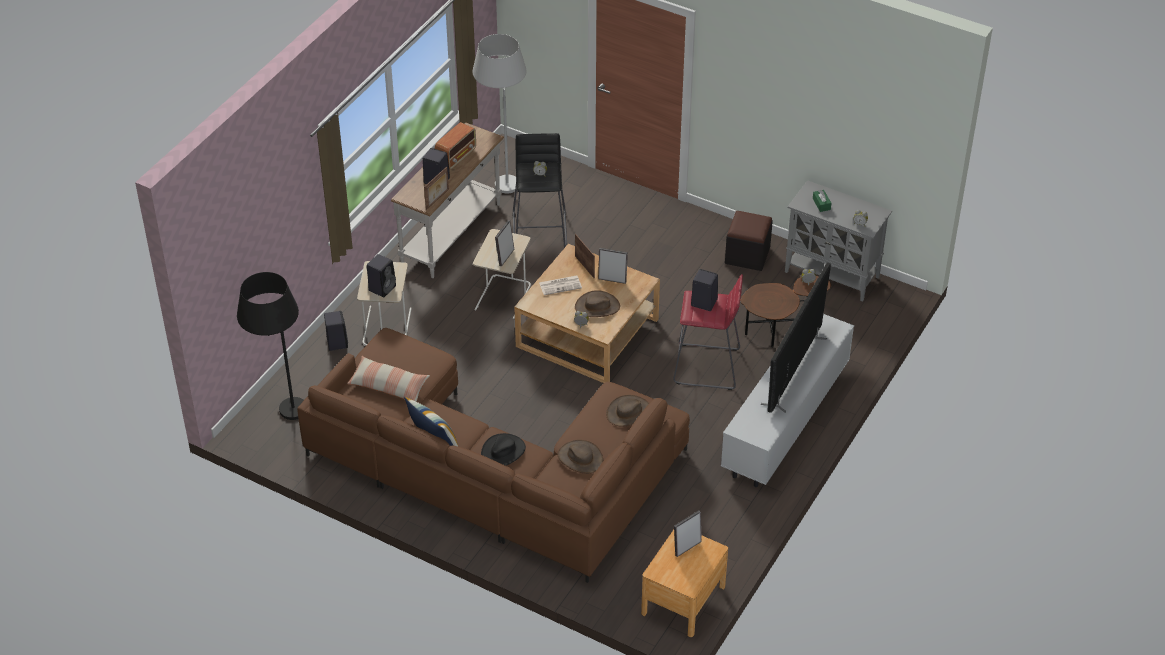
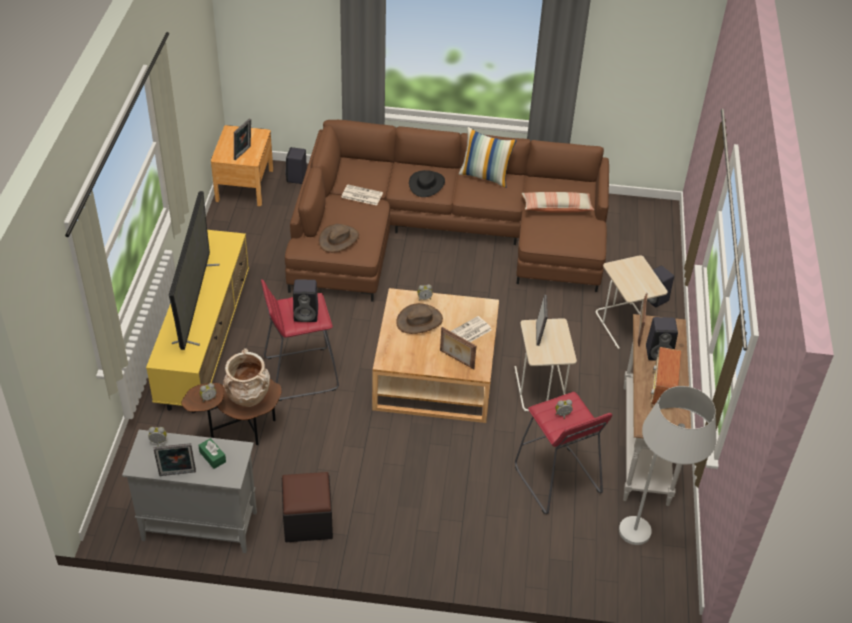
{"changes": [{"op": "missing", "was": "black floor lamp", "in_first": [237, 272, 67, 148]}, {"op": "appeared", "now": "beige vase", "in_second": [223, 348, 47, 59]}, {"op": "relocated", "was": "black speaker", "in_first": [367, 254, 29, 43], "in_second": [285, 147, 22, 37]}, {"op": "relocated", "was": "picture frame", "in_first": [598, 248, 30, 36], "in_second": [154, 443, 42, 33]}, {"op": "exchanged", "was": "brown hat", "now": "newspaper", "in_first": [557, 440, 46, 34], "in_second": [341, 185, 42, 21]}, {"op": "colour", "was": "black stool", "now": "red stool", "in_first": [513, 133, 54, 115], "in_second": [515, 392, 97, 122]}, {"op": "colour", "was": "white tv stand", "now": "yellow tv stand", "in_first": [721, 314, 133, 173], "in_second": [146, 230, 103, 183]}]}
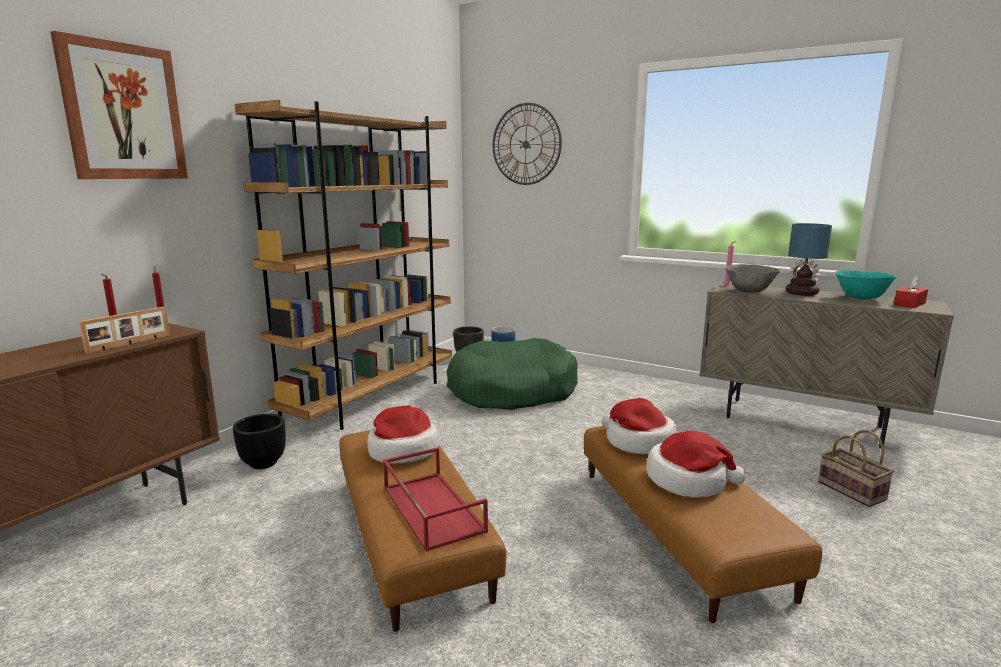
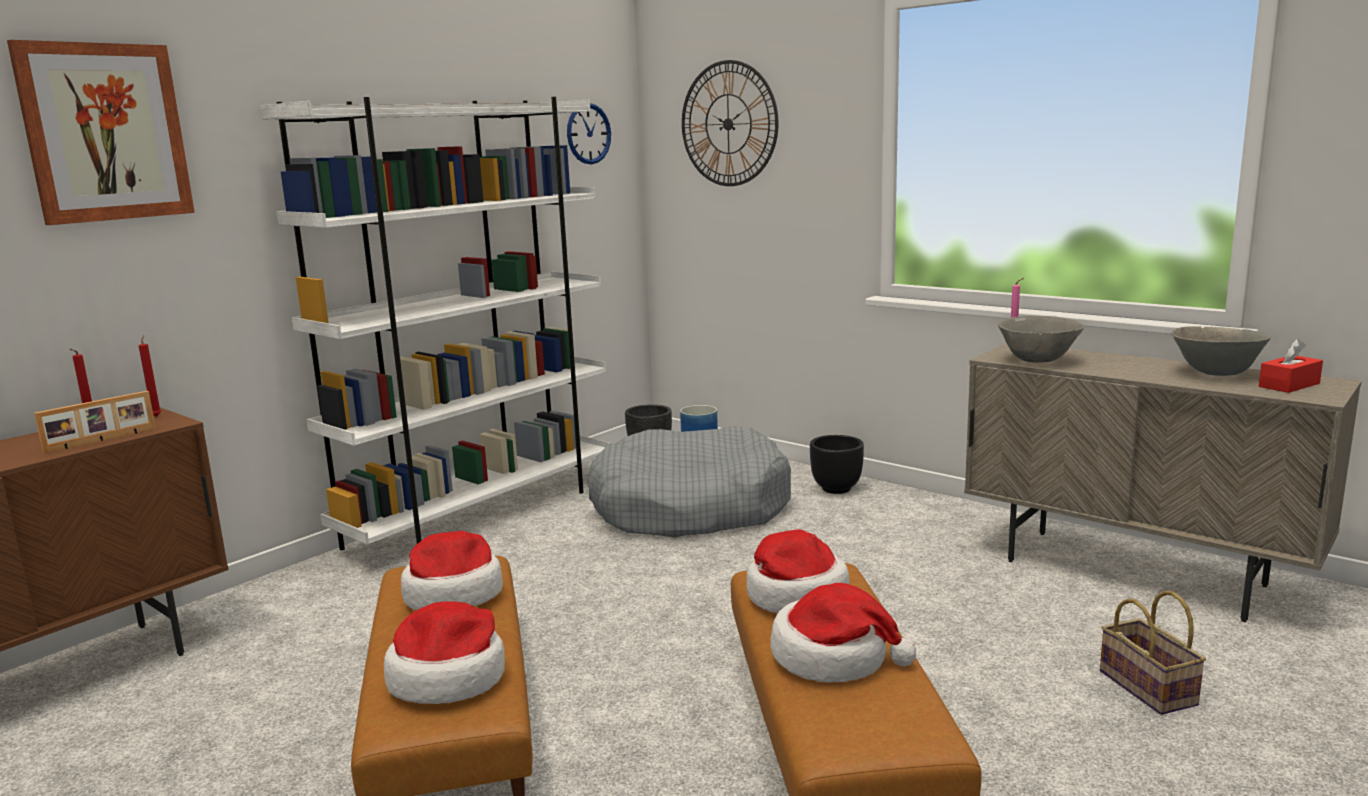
{"changes": [{"op": "missing", "was": "table lamp", "in_first": [785, 223, 47, 73]}, {"op": "appeared", "now": "wall clock", "in_second": [567, 103, 44, 61]}, {"op": "relocated", "was": "black planter", "in_first": [233, 414, 53, 55], "in_second": [810, 435, 54, 59]}, {"op": "exchanged", "was": "red tray", "now": "hat", "in_first": [383, 447, 105, 105], "in_second": [383, 601, 122, 103]}, {"op": "colour", "was": "brown bookcase", "now": "white bookcase", "in_first": [235, 100, 217, 330], "in_second": [261, 97, 350, 453]}, {"op": "colour", "was": "green dog bed", "now": "grey dog bed", "in_first": [447, 338, 131, 72], "in_second": [587, 426, 204, 112]}, {"op": "colour", "was": "turquoise bowl", "now": "grey bowl", "in_first": [835, 270, 62, 29], "in_second": [1172, 326, 99, 50]}]}
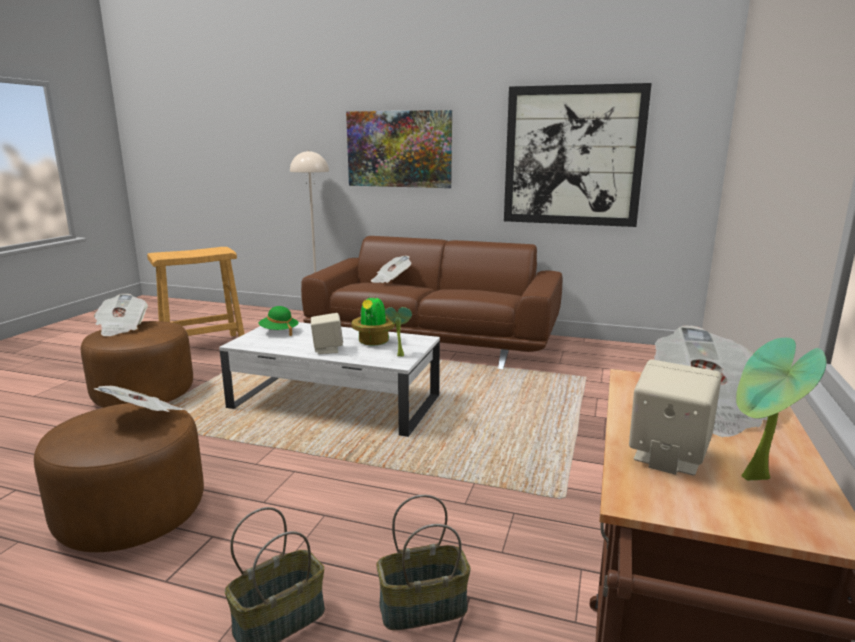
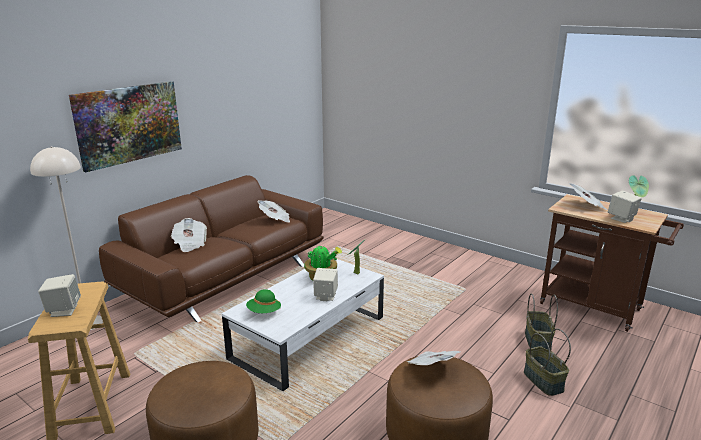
{"changes": [{"op": "missing", "was": "picture", "in_first": [504, 83, 148, 144]}, {"op": "appeared", "now": "beige speaker", "in_second": [38, 274, 43, 43]}, {"op": "relocated", "was": "newspaper", "in_first": [94, 294, 54, 42], "in_second": [257, 200, 33, 23]}]}
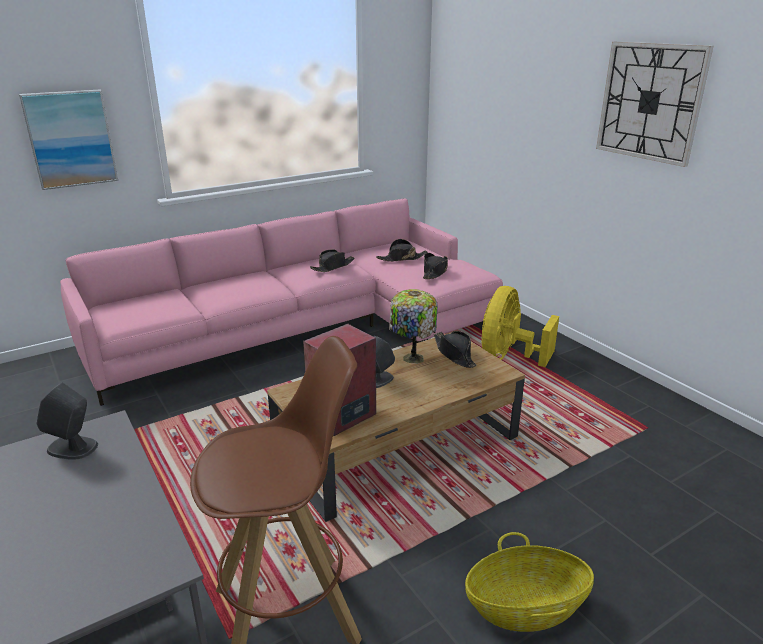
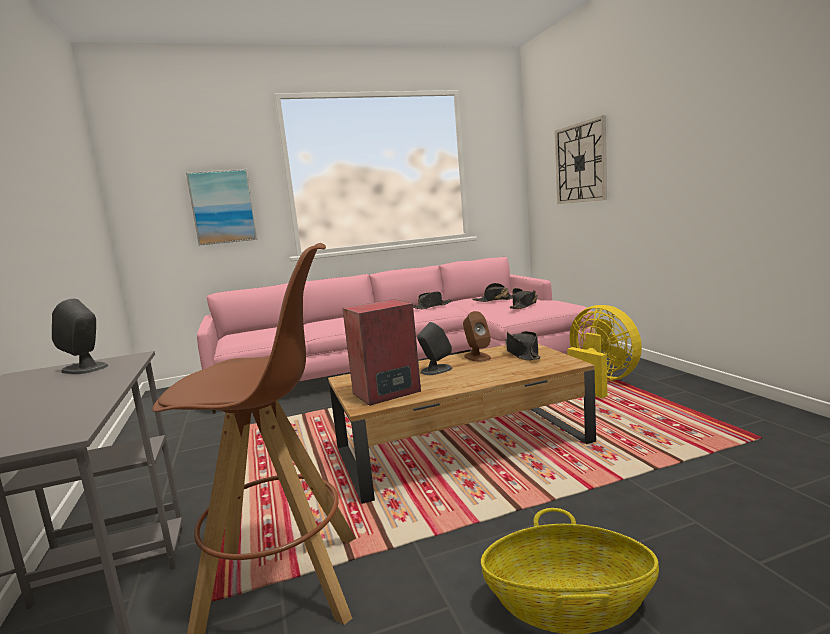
{"changes": [{"op": "relocated", "was": "wall clock", "in_first": [596, 42, 117, 125], "in_second": [555, 115, 52, 89]}, {"op": "exchanged", "was": "table lamp", "now": "brown speaker", "in_first": [389, 289, 49, 74], "in_second": [463, 311, 28, 51]}, {"op": "spun", "was": "yellow fan", "in_first": [481, 286, 78, 81], "in_second": [567, 305, 75, 93], "clockwise": 105}]}
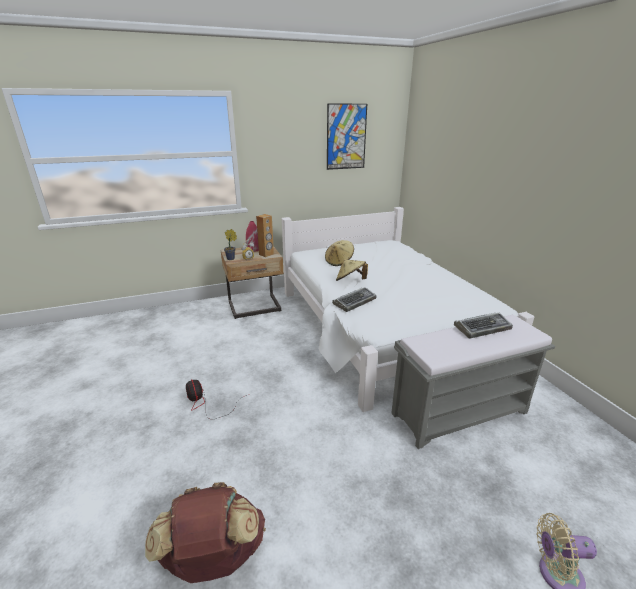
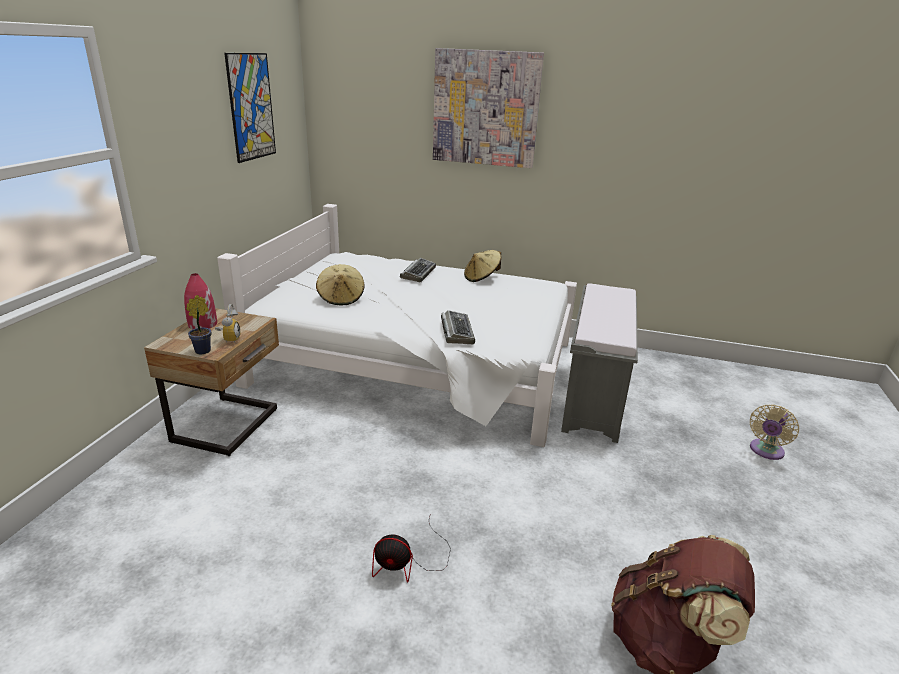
{"changes": [{"op": "missing", "was": "brown speaker", "in_first": [256, 214, 18, 43]}, {"op": "appeared", "now": "picture", "in_second": [433, 48, 111, 120]}, {"op": "relocated", "was": "beige hat", "in_first": [336, 259, 32, 22], "in_second": [464, 250, 38, 32]}, {"op": "relocated", "was": "keyboard", "in_first": [454, 313, 59, 26], "in_second": [400, 258, 36, 25]}]}
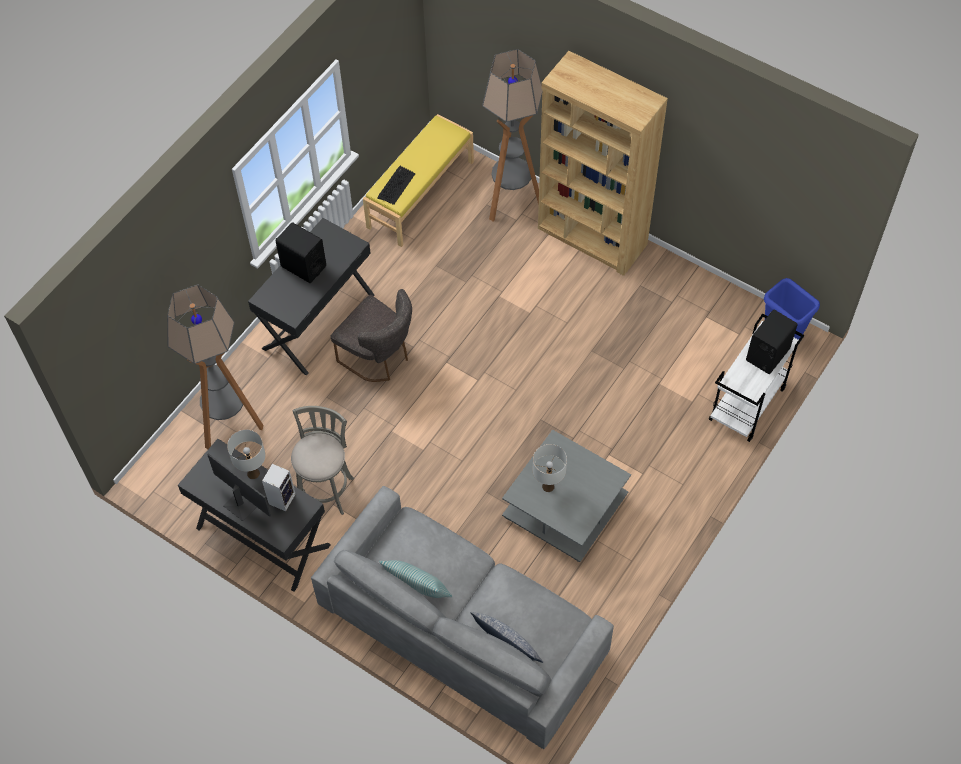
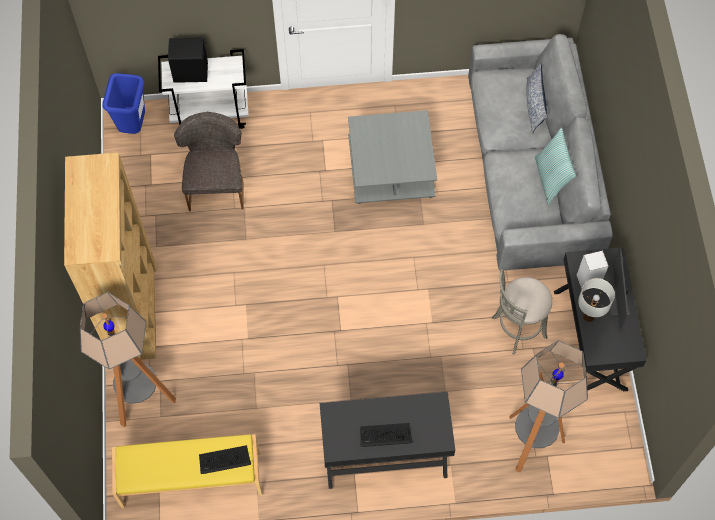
{"changes": [{"op": "missing", "was": "white table lamp", "in_first": [533, 444, 34, 48]}, {"op": "relocated", "was": "grey chair", "in_first": [330, 289, 82, 93], "in_second": [174, 112, 69, 99]}, {"op": "exchanged", "was": "black speaker", "now": "keyboard", "in_first": [276, 222, 50, 61], "in_second": [360, 423, 53, 24]}]}
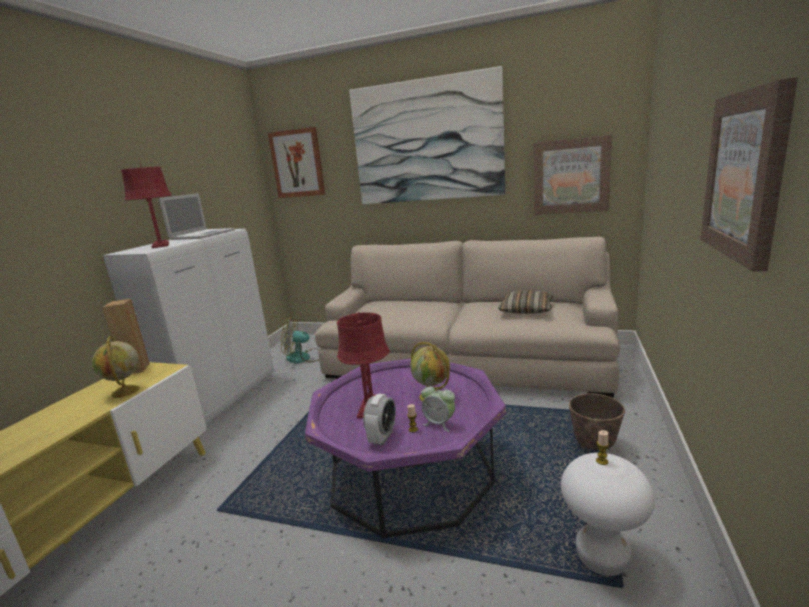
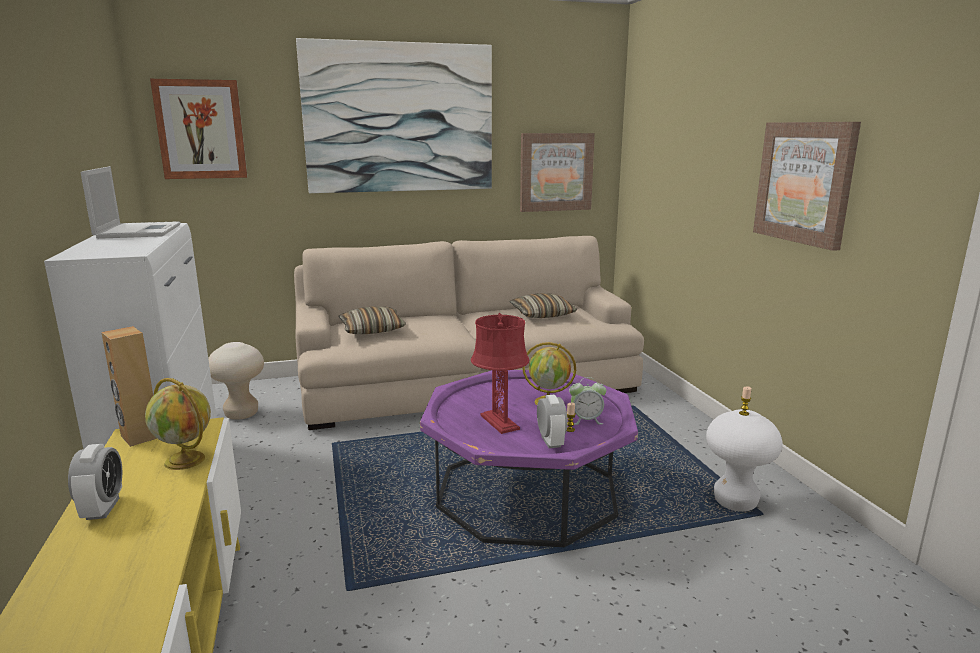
{"changes": [{"op": "missing", "was": "red table lamp", "in_first": [121, 162, 51, 86]}, {"op": "missing", "was": "planter", "in_first": [569, 393, 56, 57]}, {"op": "appeared", "now": "alarm clock", "in_second": [68, 444, 54, 76]}, {"op": "appeared", "now": "pillow", "in_second": [338, 306, 68, 28]}, {"op": "exchanged", "was": "fan", "now": "beige stool", "in_first": [281, 317, 39, 47], "in_second": [208, 342, 56, 78]}]}
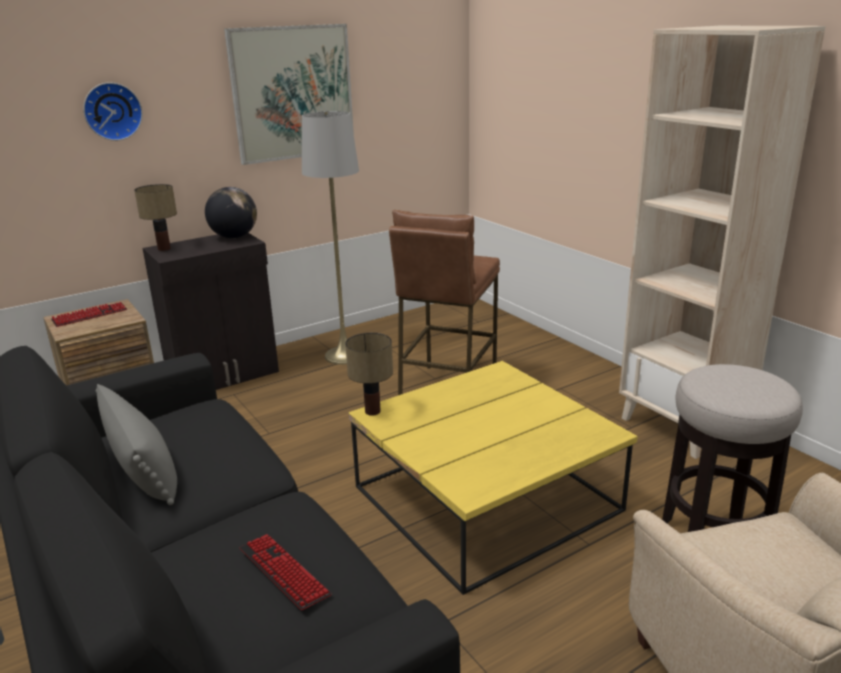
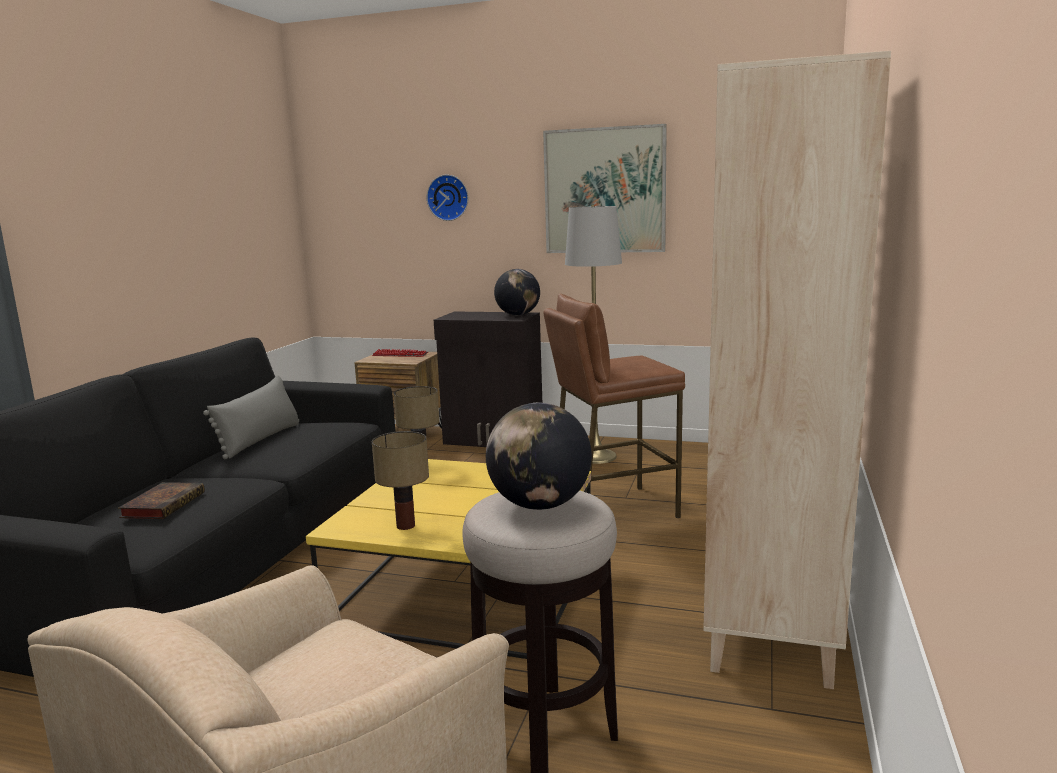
{"changes": [{"op": "appeared", "now": "globe", "in_second": [486, 403, 106, 107]}, {"op": "relocated", "was": "table lamp", "in_first": [134, 184, 43, 67], "in_second": [372, 431, 57, 99]}, {"op": "exchanged", "was": "keyboard", "now": "book", "in_first": [240, 534, 92, 76], "in_second": [118, 482, 87, 37]}]}
